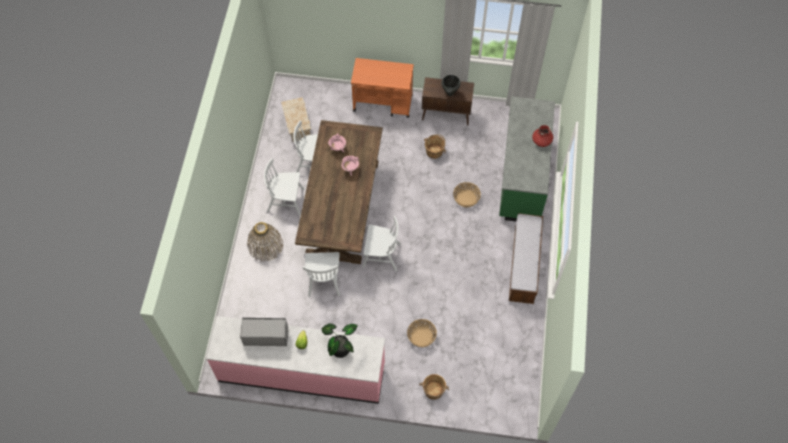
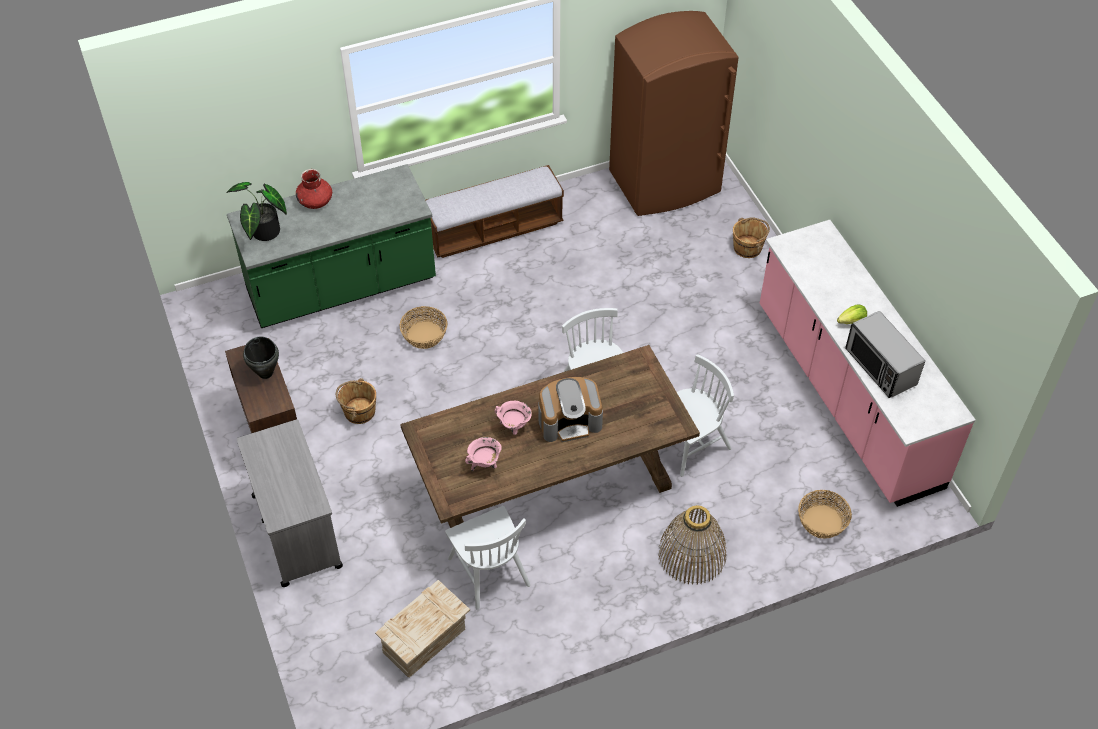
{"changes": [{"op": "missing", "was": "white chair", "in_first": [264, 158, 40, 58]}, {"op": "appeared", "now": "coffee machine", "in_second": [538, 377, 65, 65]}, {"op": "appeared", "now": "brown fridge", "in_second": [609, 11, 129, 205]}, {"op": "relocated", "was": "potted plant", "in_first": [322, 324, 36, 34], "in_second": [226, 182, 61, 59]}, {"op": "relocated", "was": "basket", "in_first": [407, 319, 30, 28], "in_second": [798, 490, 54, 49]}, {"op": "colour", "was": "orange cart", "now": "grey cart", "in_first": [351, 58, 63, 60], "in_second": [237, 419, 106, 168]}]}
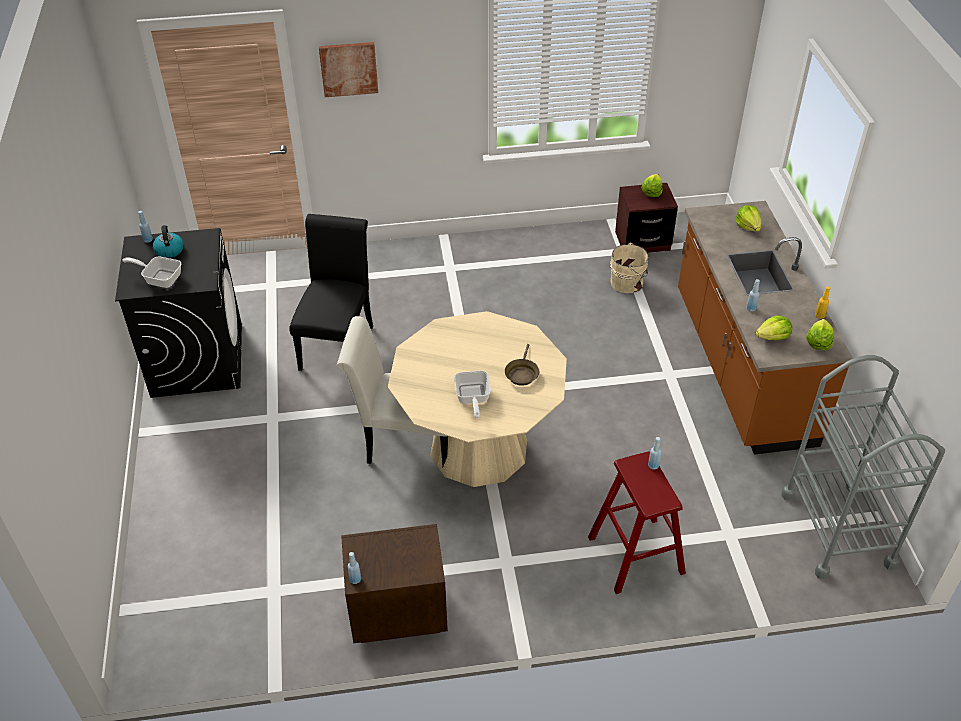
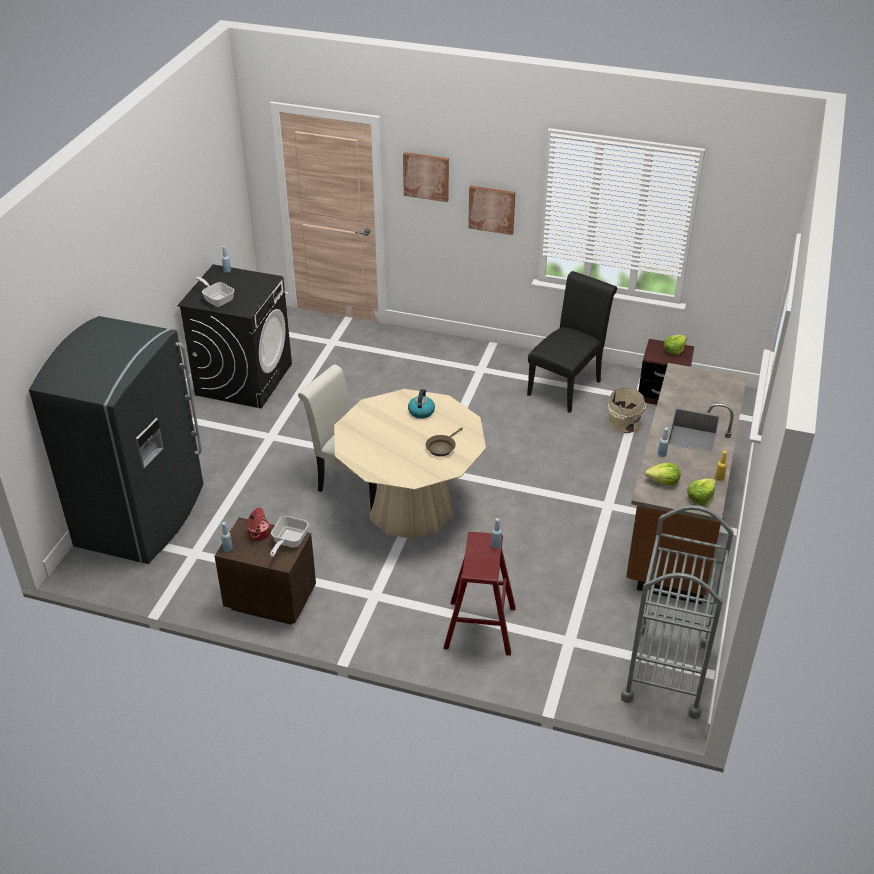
{"changes": [{"op": "missing", "was": "lettuce", "in_first": [735, 205, 27, 27]}, {"op": "appeared", "now": "grey fridge", "in_second": [29, 316, 174, 248]}, {"op": "appeared", "now": "cooking pot", "in_second": [247, 508, 23, 33]}, {"op": "appeared", "now": "picture", "in_second": [468, 186, 47, 49]}, {"op": "relocated", "was": "kettle", "in_first": [153, 225, 31, 33], "in_second": [408, 389, 27, 30]}, {"op": "relocated", "was": "black chair", "in_first": [289, 214, 84, 157], "in_second": [527, 271, 90, 142]}, {"op": "relocated", "was": "frying pan", "in_first": [454, 370, 37, 48], "in_second": [270, 516, 39, 41]}]}
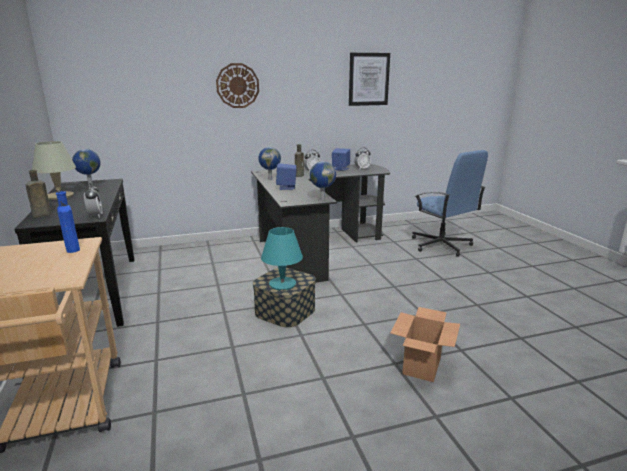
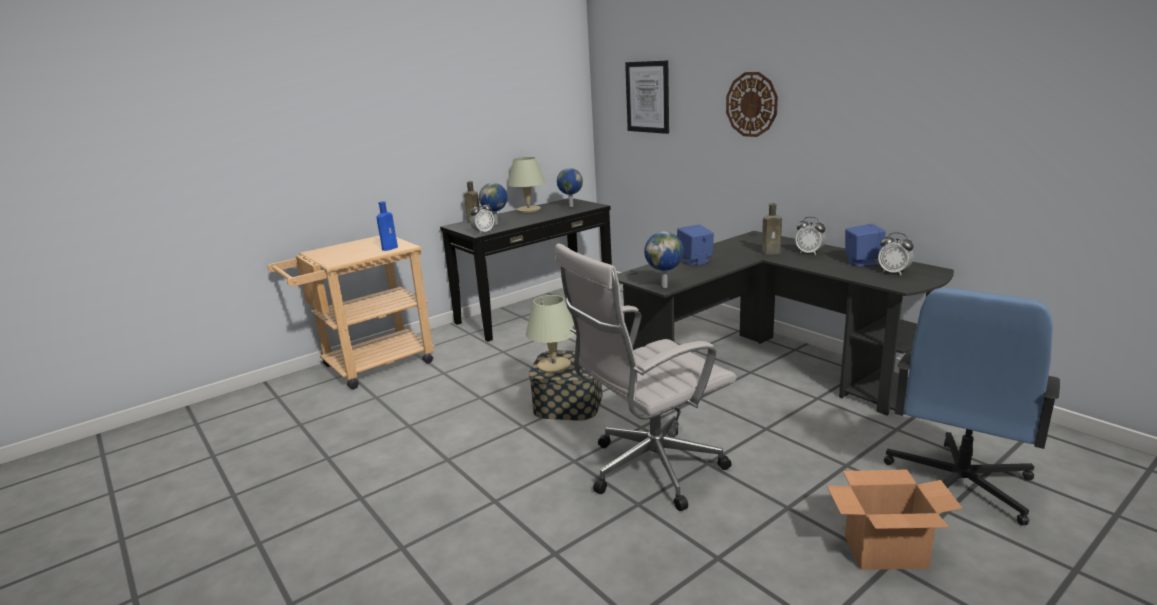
{"changes": [{"op": "appeared", "now": "white office chair", "in_second": [555, 243, 182, 268]}, {"op": "relocated", "was": "globe", "in_first": [258, 147, 23, 33], "in_second": [479, 183, 28, 42]}, {"op": "relocated", "was": "picture", "in_first": [349, 53, 41, 53], "in_second": [625, 60, 44, 74]}, {"op": "relocated", "was": "cardboard box", "in_first": [391, 307, 69, 75], "in_second": [827, 469, 136, 101]}, {"op": "colour", "was": "turquoise table lamp", "now": "beige table lamp", "in_first": [261, 227, 42, 63], "in_second": [526, 295, 49, 78]}]}
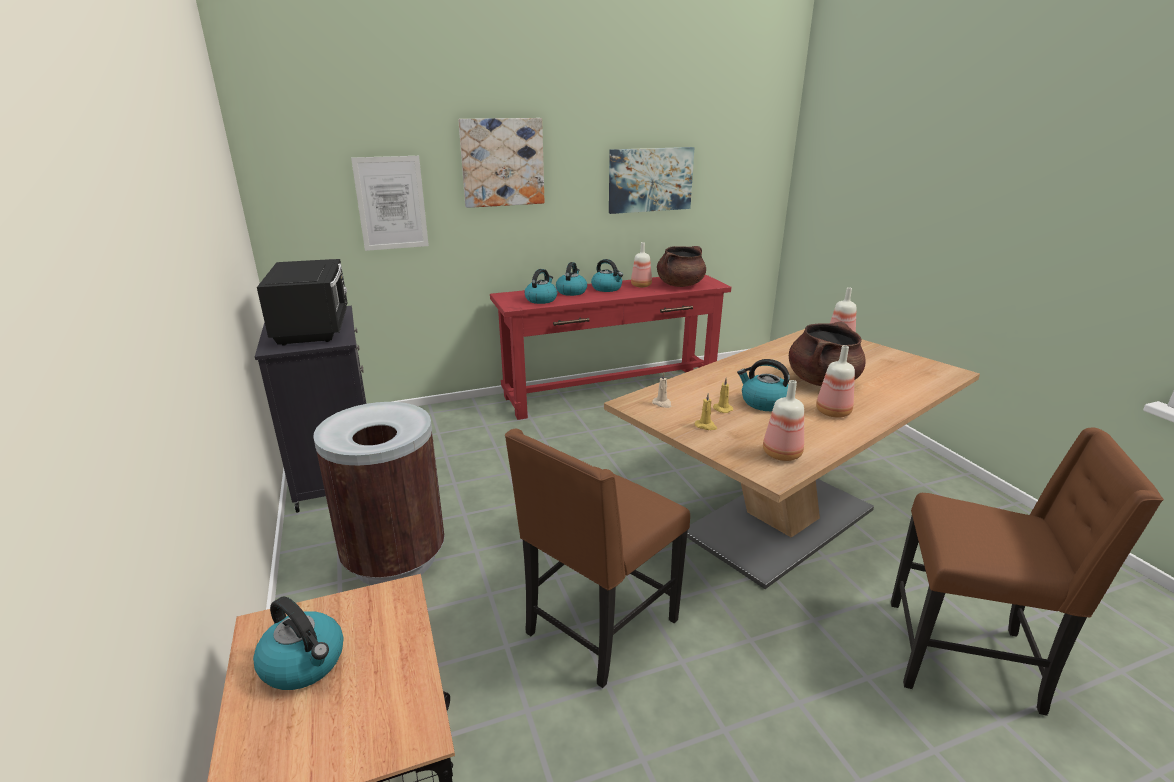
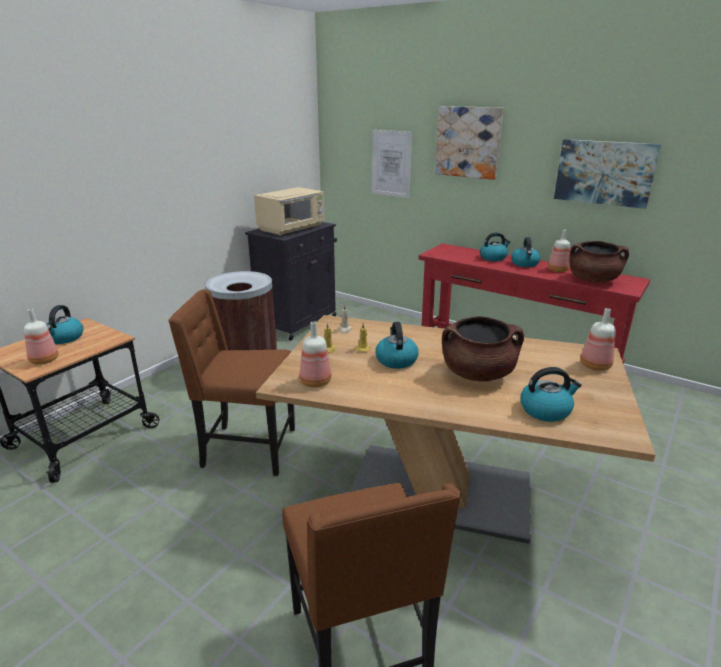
{"changes": [{"op": "relocated", "was": "kettle", "in_first": [525, 269, 32, 35], "in_second": [520, 367, 62, 55]}, {"op": "relocated", "was": "bottle", "in_first": [816, 345, 39, 73], "in_second": [24, 309, 34, 56]}, {"op": "colour", "was": "black microwave", "now": "beige microwave", "in_first": [257, 259, 90, 87], "in_second": [254, 187, 71, 49]}]}
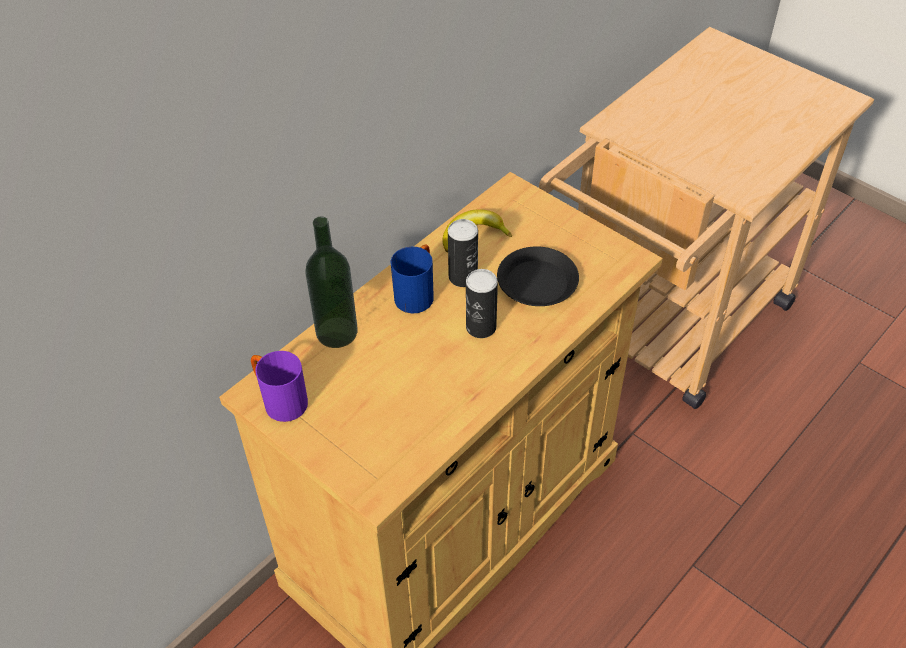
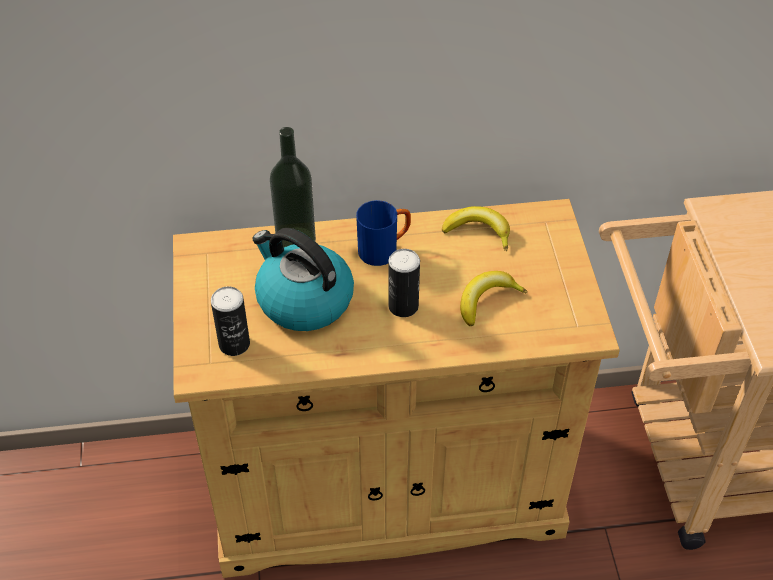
{"changes": [{"op": "missing", "was": "purple mug", "in_first": [251, 351, 57, 71]}, {"op": "appeared", "now": "kettle", "in_second": [253, 228, 101, 103]}, {"op": "relocated", "was": "can", "in_first": [448, 219, 30, 68], "in_second": [211, 286, 39, 70]}, {"op": "exchanged", "was": "black plate", "now": "banana", "in_first": [497, 246, 82, 60], "in_second": [460, 271, 68, 55]}]}
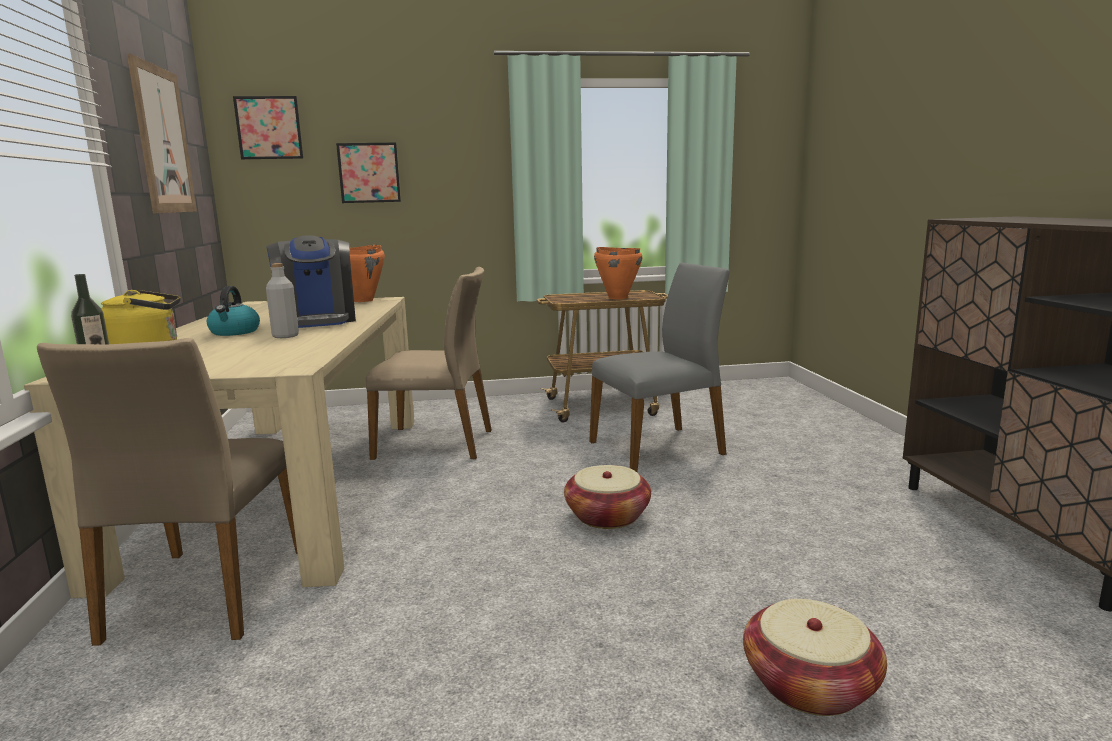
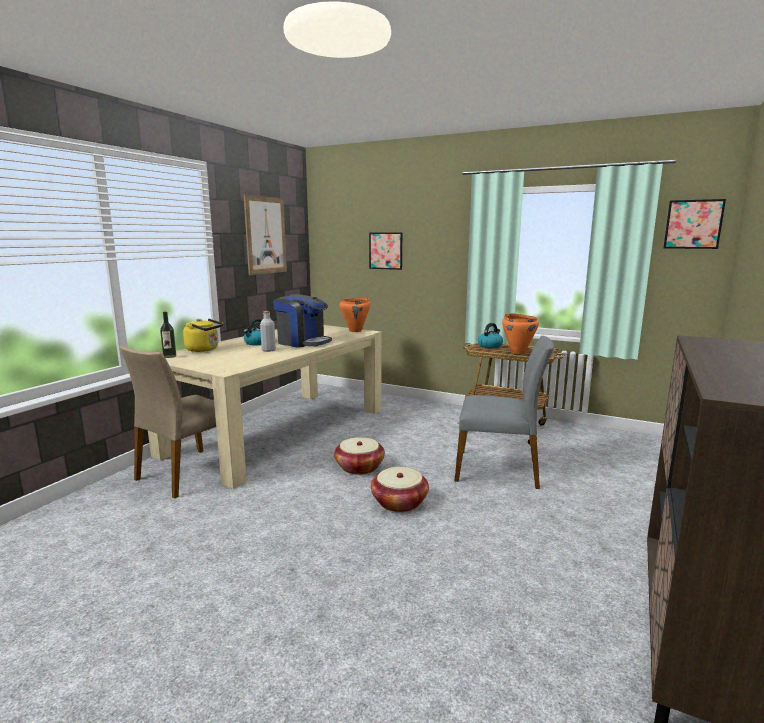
{"changes": [{"op": "missing", "was": "beige chair", "in_first": [366, 267, 126, 193]}, {"op": "appeared", "now": "kettle", "in_second": [478, 323, 25, 25]}, {"op": "relocated", "was": "picture", "in_first": [233, 96, 70, 63], "in_second": [663, 199, 63, 50]}, {"op": "relocated", "was": "basket", "in_first": [743, 599, 144, 117], "in_second": [334, 437, 51, 38]}, {"op": "spun", "was": "coffee machine", "in_first": [266, 235, 90, 93], "in_second": [273, 294, 59, 54], "clockwise": -75}]}
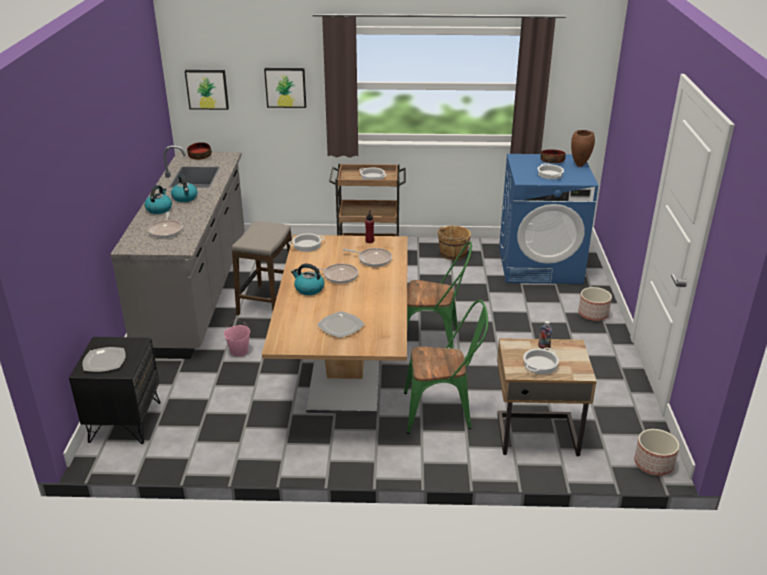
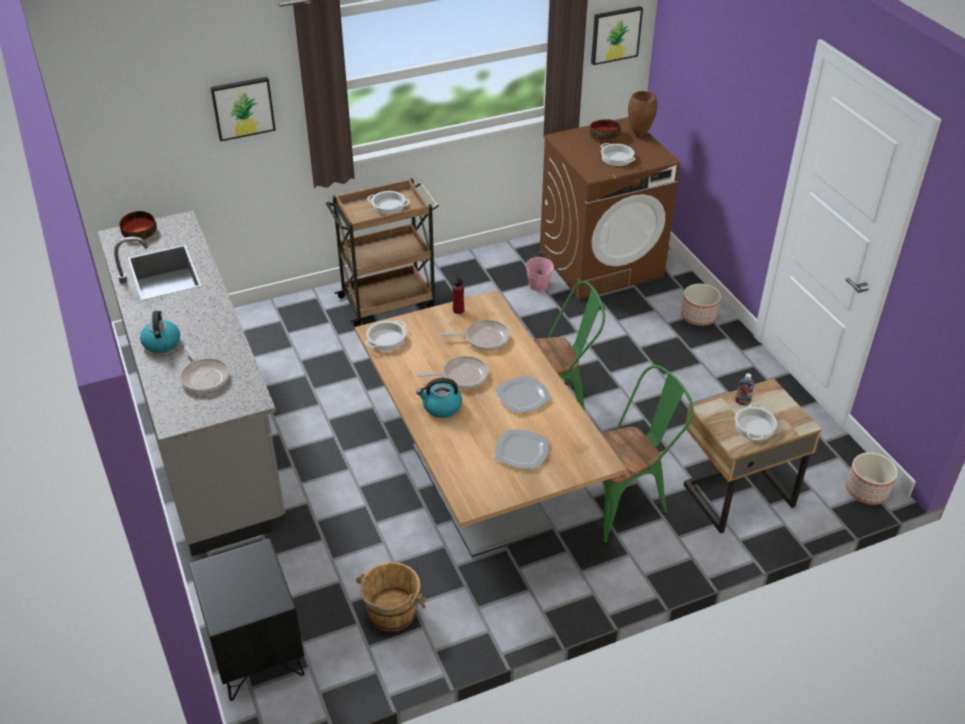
{"changes": [{"op": "missing", "was": "kettle", "in_first": [171, 174, 27, 28]}, {"op": "missing", "was": "stool", "in_first": [232, 221, 60, 94]}, {"op": "relocated", "was": "plate", "in_first": [82, 347, 44, 25], "in_second": [495, 375, 57, 39]}, {"op": "relocated", "was": "picture", "in_first": [185, 70, 44, 40], "in_second": [591, 6, 52, 59]}, {"op": "relocated", "was": "pink bucket", "in_first": [224, 319, 26, 37], "in_second": [526, 251, 28, 41]}, {"op": "relocated", "was": "brown bucket", "in_first": [437, 226, 34, 34], "in_second": [356, 562, 70, 70]}, {"op": "colour", "was": "blue washing machine", "now": "brown washing machine", "in_first": [499, 154, 99, 130], "in_second": [540, 117, 140, 183]}]}
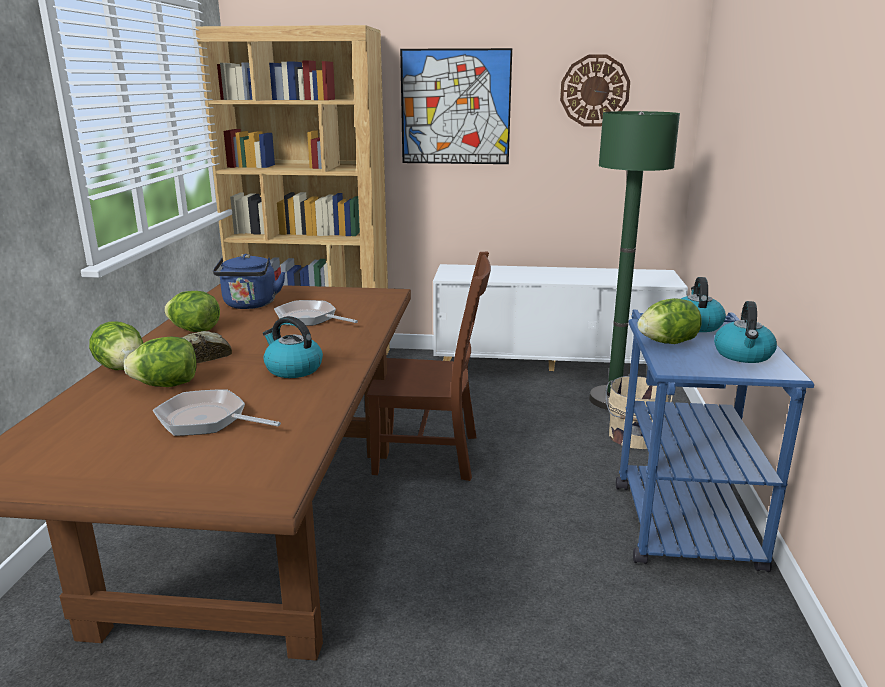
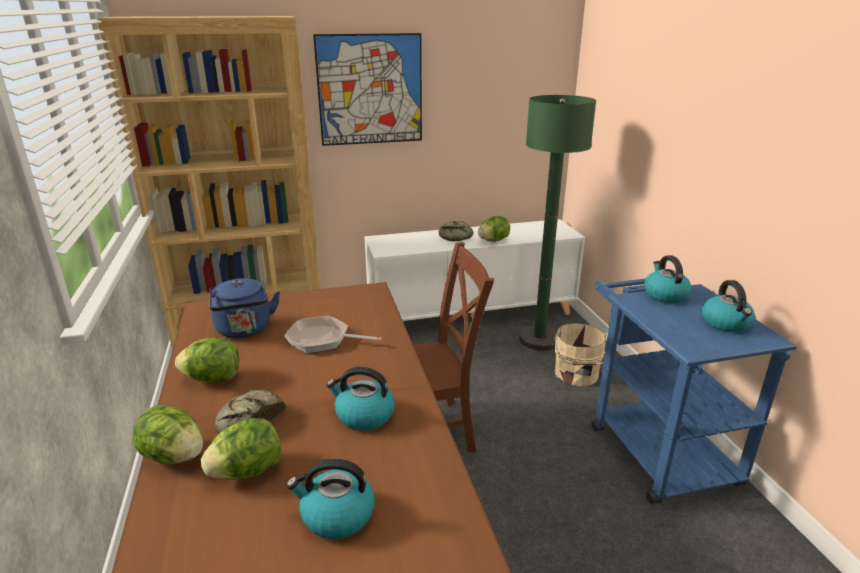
{"changes": [{"op": "missing", "was": "wall clock", "in_first": [560, 55, 70, 72]}, {"op": "appeared", "now": "bread", "in_second": [439, 221, 34, 20]}, {"op": "relocated", "was": "lettuce", "in_first": [637, 298, 65, 46], "in_second": [478, 216, 32, 26]}, {"op": "exchanged", "was": "frying pan", "now": "kettle", "in_first": [153, 389, 128, 47], "in_second": [286, 459, 89, 80]}]}
